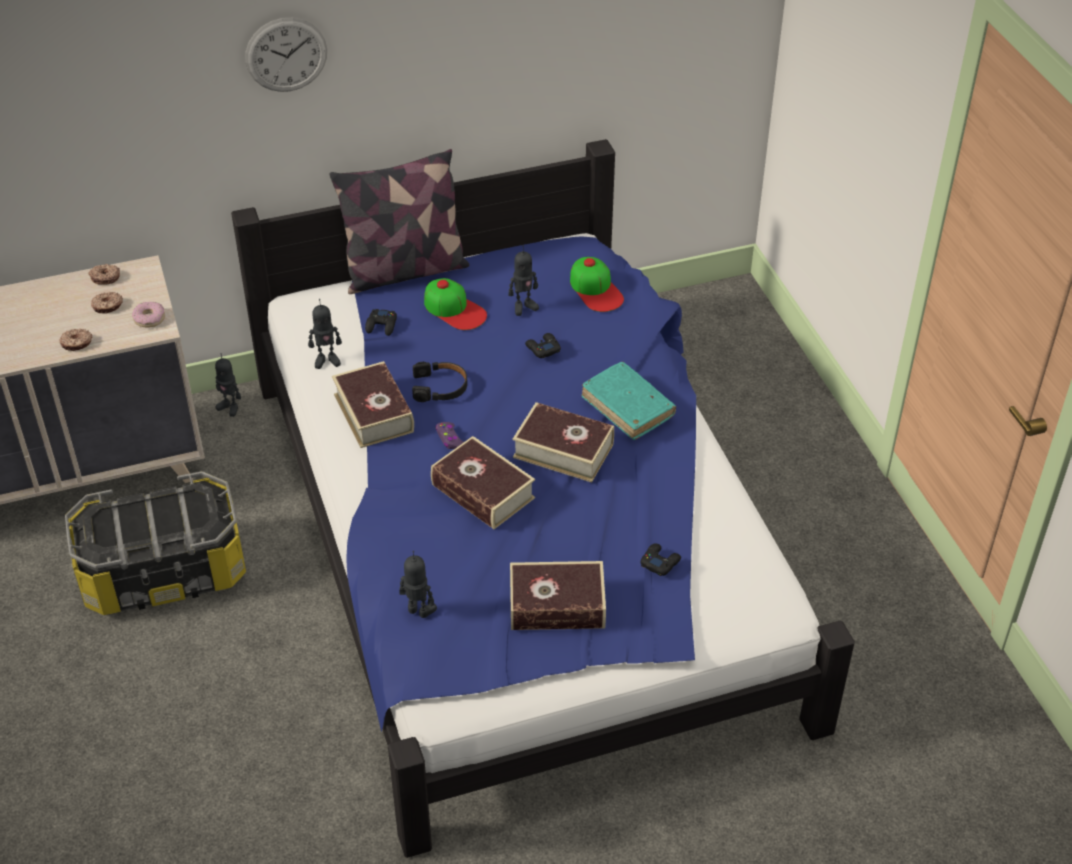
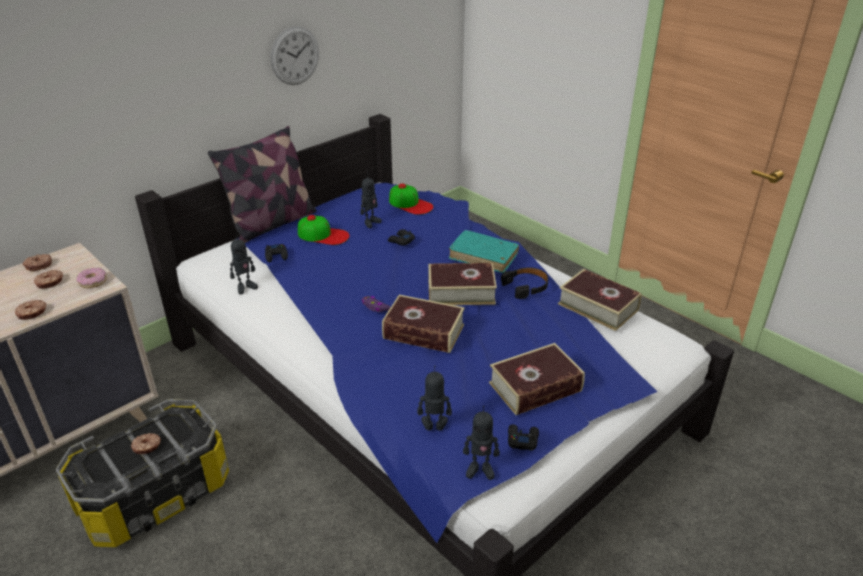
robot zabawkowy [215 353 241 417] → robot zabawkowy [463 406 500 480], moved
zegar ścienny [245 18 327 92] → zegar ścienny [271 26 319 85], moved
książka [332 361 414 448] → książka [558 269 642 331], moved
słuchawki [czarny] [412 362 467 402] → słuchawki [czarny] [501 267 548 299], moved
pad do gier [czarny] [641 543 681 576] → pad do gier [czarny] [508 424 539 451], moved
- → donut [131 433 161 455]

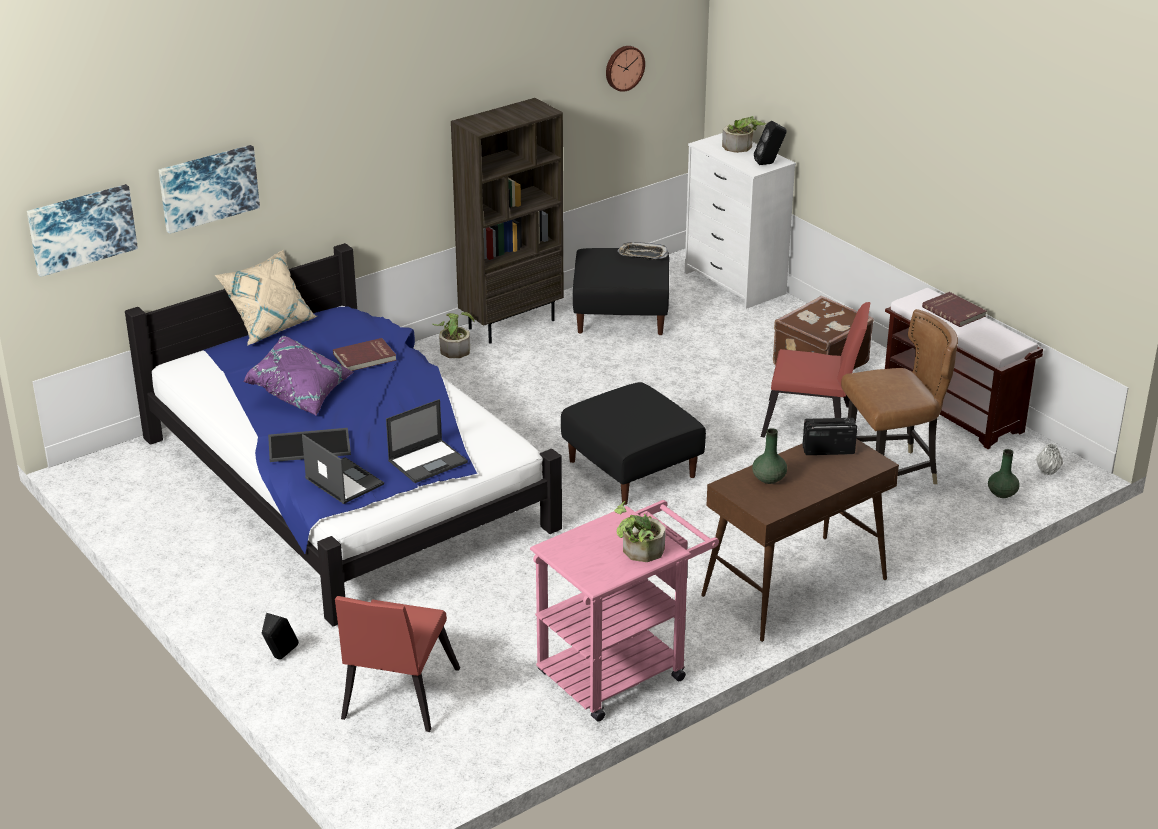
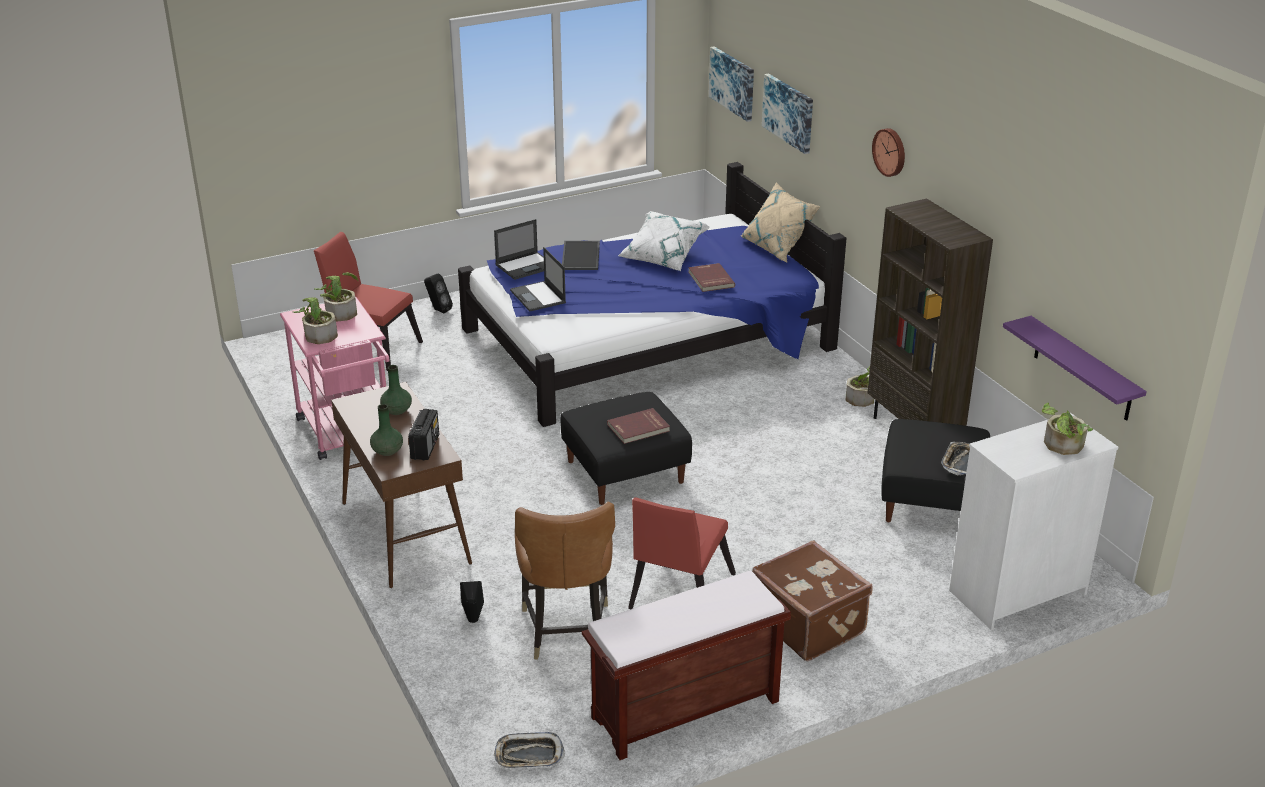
poduszka [fioletowy] [244 336 354 415] → poduszka [biały] [618 211 710 271]
zegar ścienny [606 46 645 92] → zegar ścienny [872 128 905 177], moved
głośnik [czarny] [754 121 786 165] → głośnik [czarny] [460 581 484 623], moved
książka [czerwony] [922 292 987 327] → książka [czerwony] [607 408 670 444], moved
wazon [zielony] [988 449 1020 498] → wazon [zielony] [370 404 403 456], moved
wazon [szary] [1036 444 1063 475] → taca [494 732 565 768]
- → roślina doniczkowa [314 272 358 321]
- → półka [fioletowy] [1003 316 1147 421]

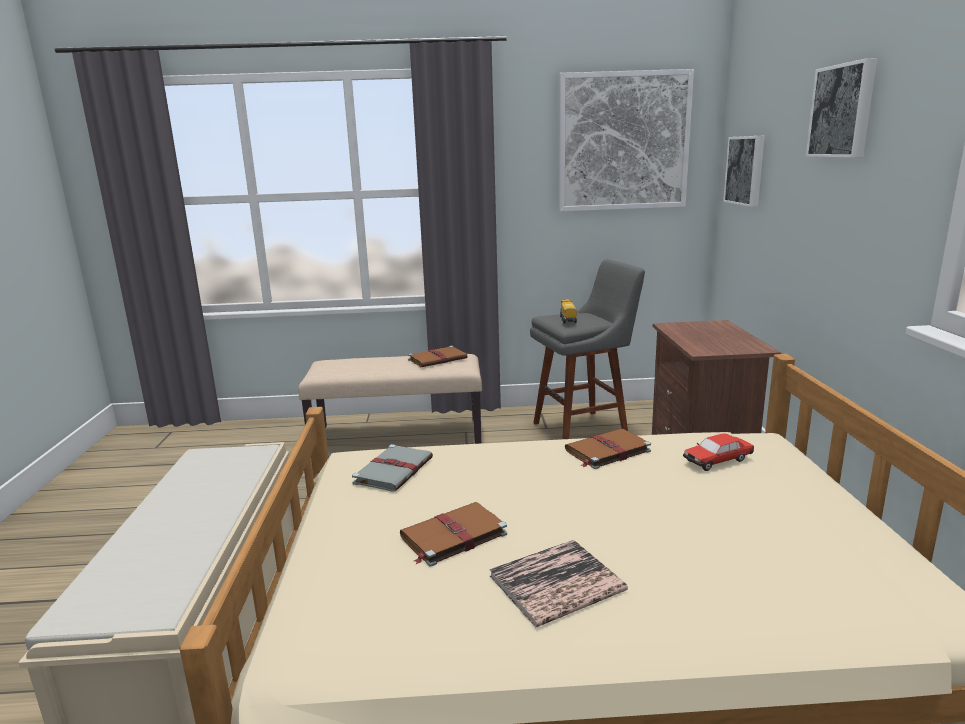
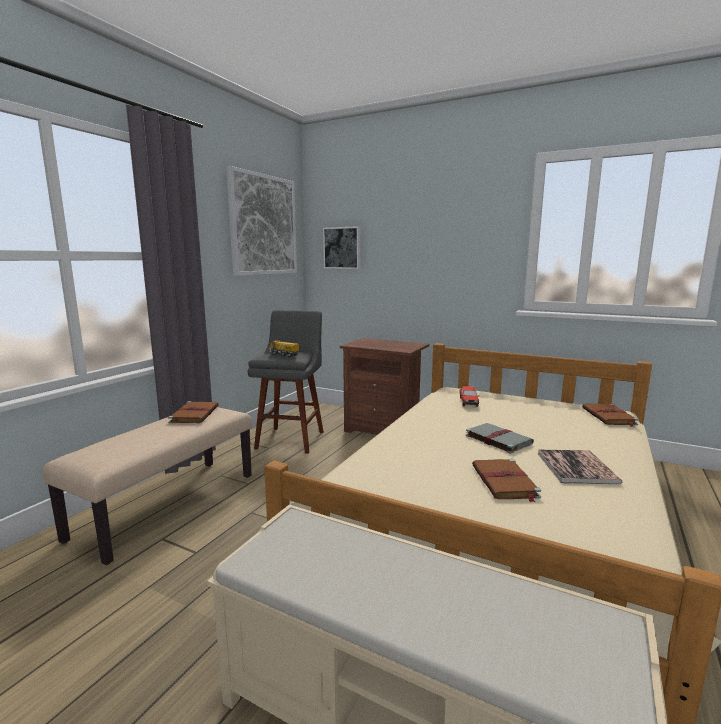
książka [szary] [352 444 433 492] → książka [szary] [466 423 534 454], moved
książka [brązowy] [565 429 651 469] → książka [brązowy] [582 404 639 427], moved
obraz [806 58 877 158] → -

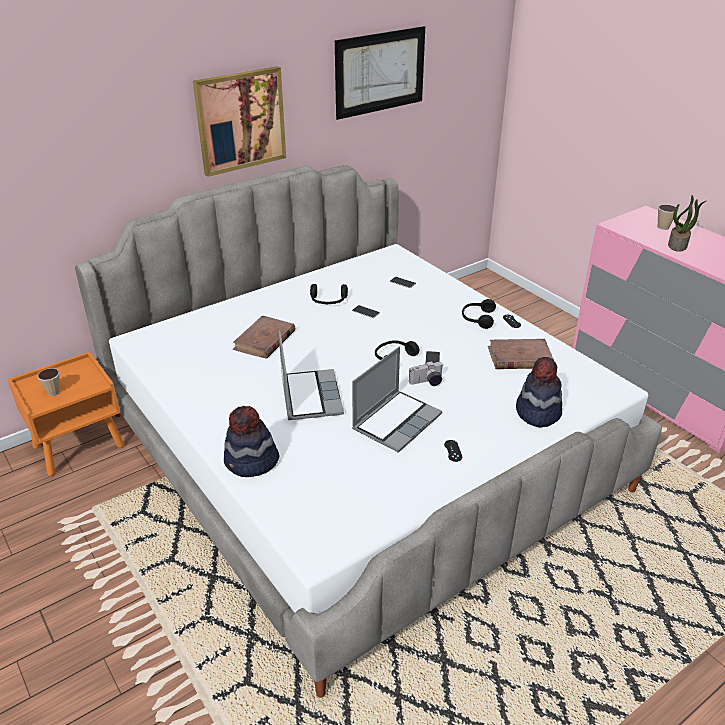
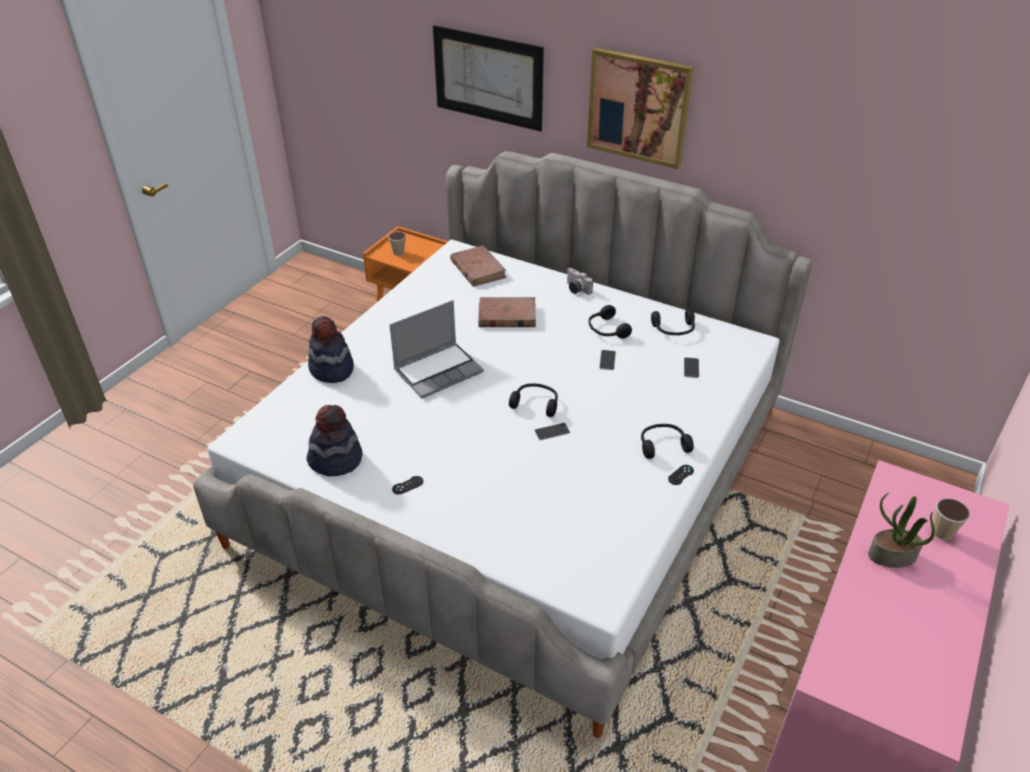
obraz [335 26 425 120] → obraz [433 25 544 131], moved
laptop [352 346 442 453] → -
aparat fotograficzny [409 361 443 386] → aparat fotograficzny [567 268 593 295], moved
książka [brązowy] [488 339 554 369] → książka [brązowy] [450 245 506 287], moved
kapelusz [516 357 562 427] → kapelusz [306 405 363 476], moved
- → słuchawki [czarny] [651 309 695 335]

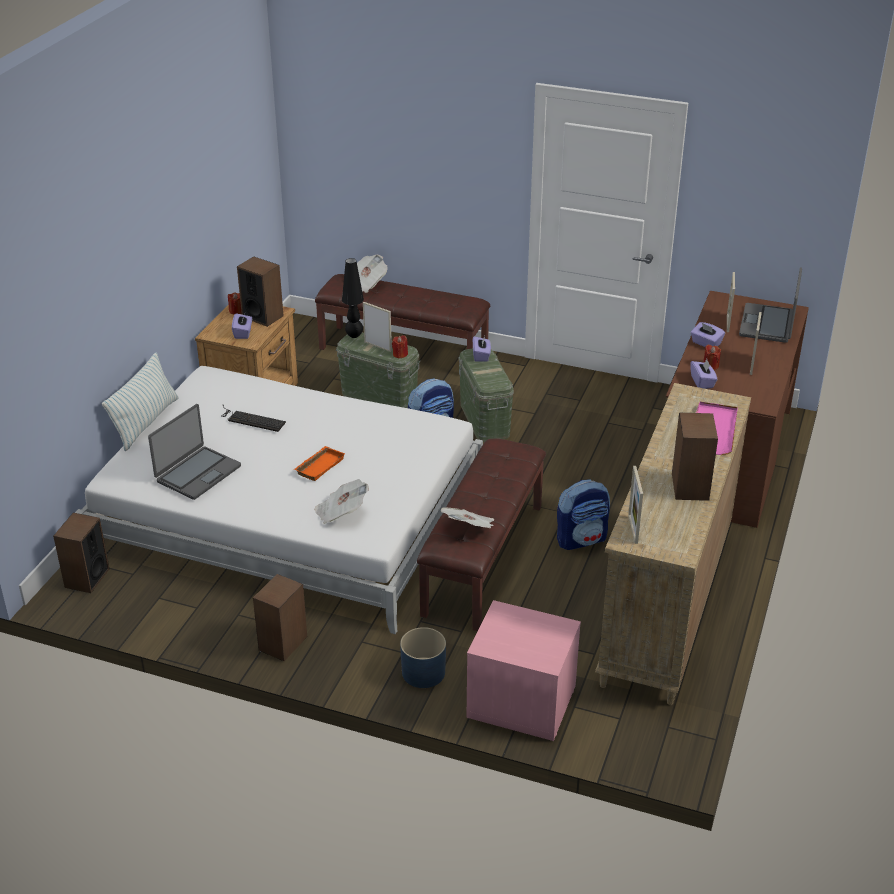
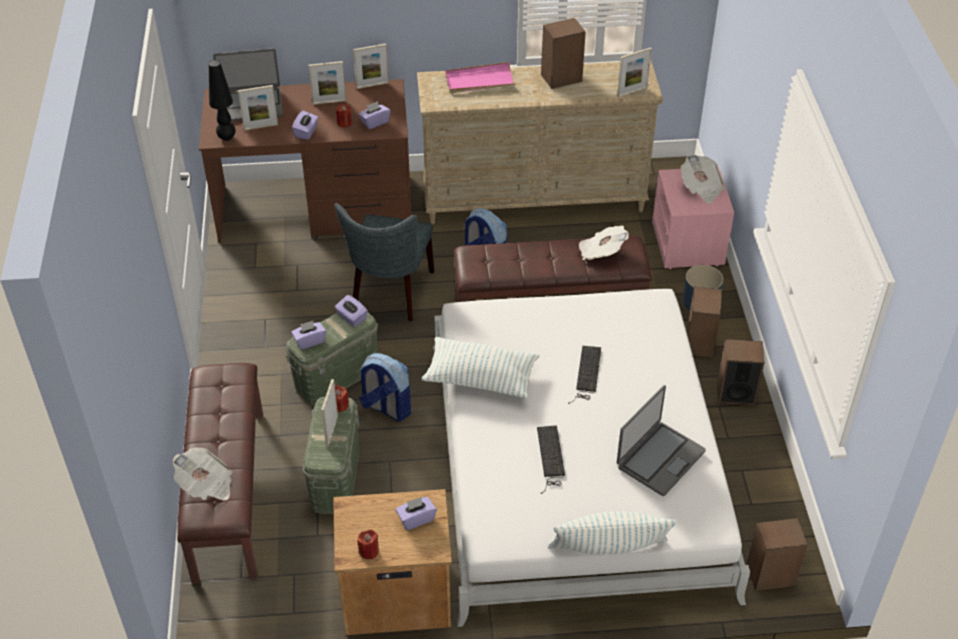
laptop [148 404 241 500] → laptop [617 385 706 496], 120 degrees clockwise
głośnik [237 256 284 327] → głośnik [687 287 722 358], moved
taca [pomarańczowy] [294 446 345 481] → klawiatura [568 346 601 404]
gazeta [314 479 369 524] → gazeta [680 154 725 203], moved
lampa stołowa [czarny] [342 258 364 338] → lampa stołowa [czarny] [209 60 236 141], moved
- → krzesło [szary] [335 203 434 322]
- → pudełko chusteczek [fioletowy] [335 295 368 327]
- → ramka na zdjęcie [353 44 389 89]
- → poduszka [422 337 539 398]

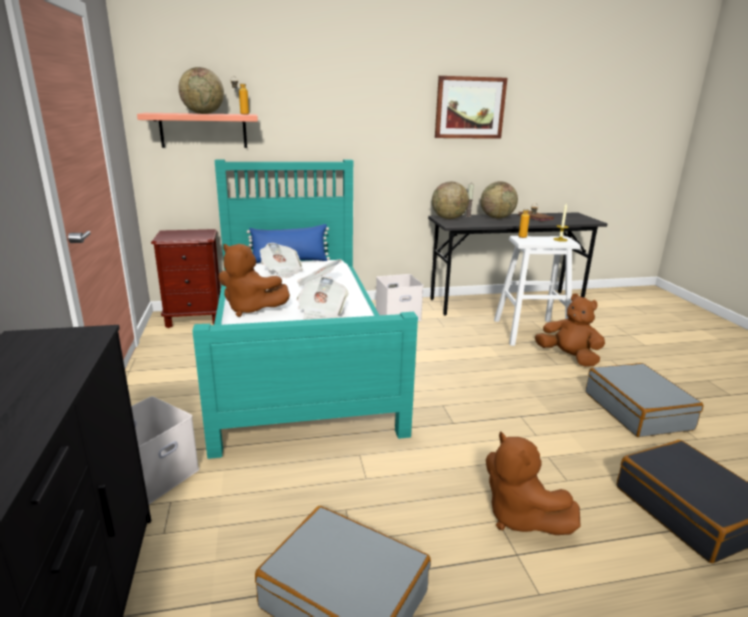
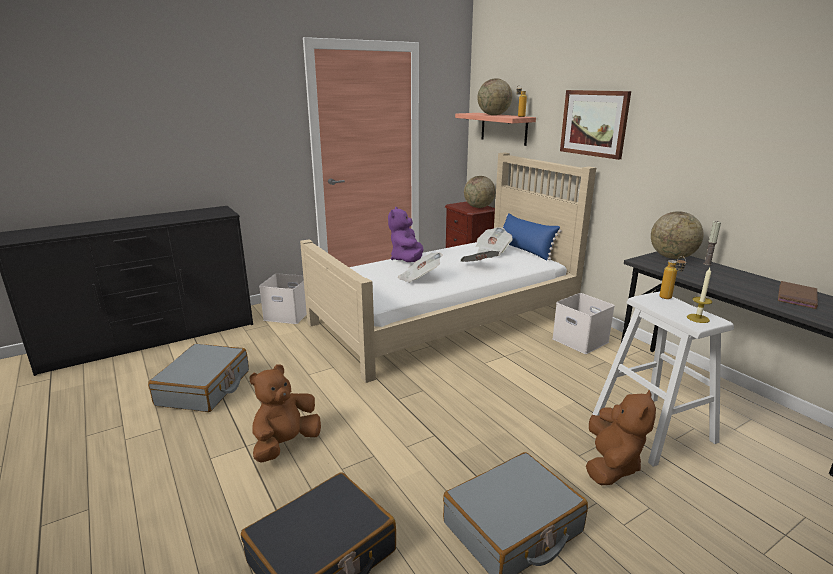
łóżko [turkusowy] [193 159 418 459] → łóżko [beżowy] [300 152 596 383]
pluszak [brązowy] [219 244 290 317] → pluszak [fioletowy] [388 207 424 262]
obraz [435 76 507 139] → obraz [560 90 631 160], moved
globus [481 181 518 219] → globus [464 176 496 208], moved

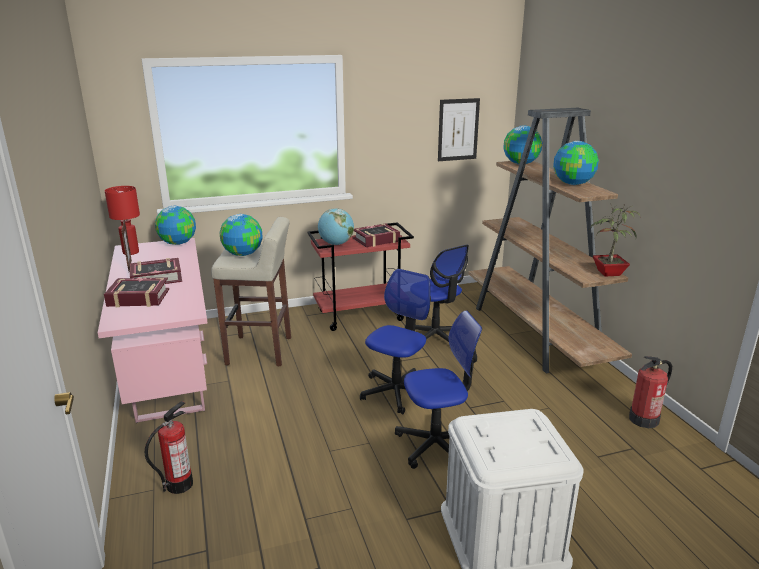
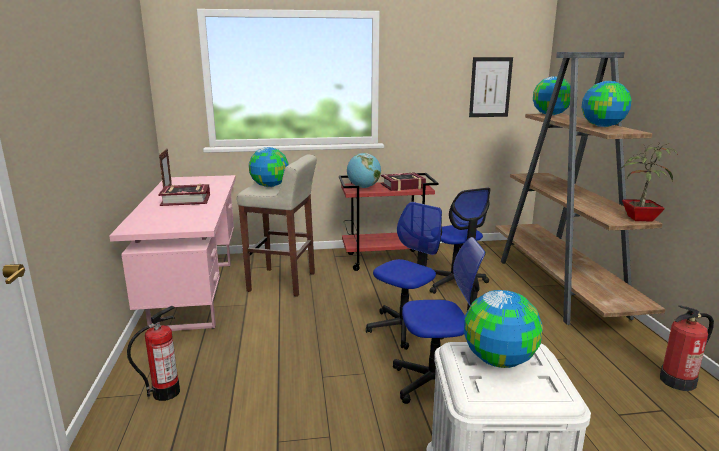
książka [104 277 169 307] → -
lampa stołowa [czerwony] [105 186 140 255] → -
globus [155 206 196 245] → globus [464 290 543 368], moved

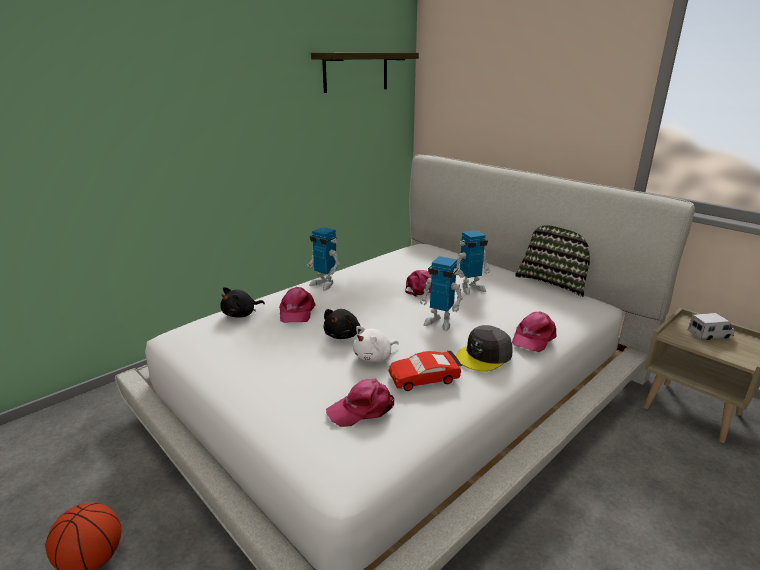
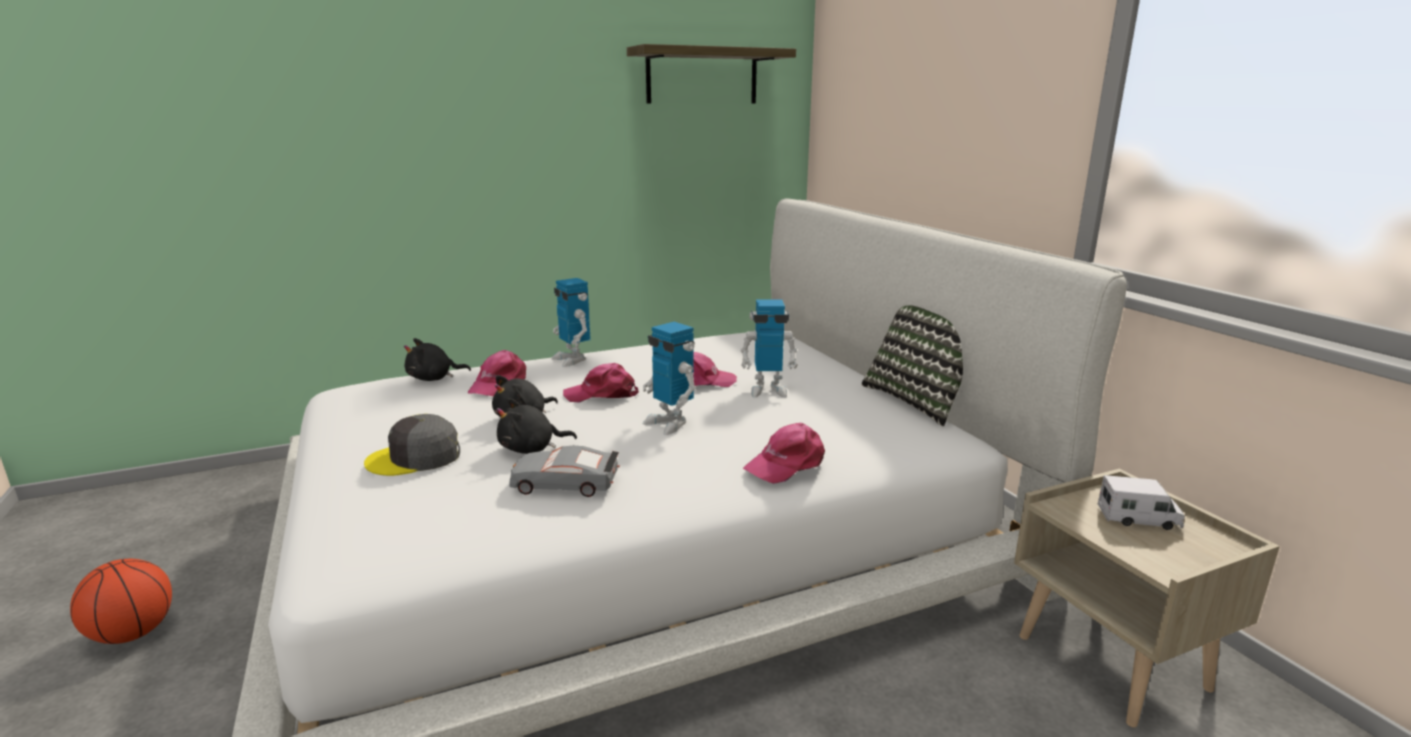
czapka z daszkiem [różowy] [326 378 394 427] → czapka z daszkiem [różowy] [563 363 639 403], moved
pluszak [biały] [353 326 399 362] → pluszak [czarny] [496 398 577 454]
samochodzik [czerwony] [388 351 462 391] → samochodzik [szary] [509 446 620 497]
czapka z daszkiem [szary] [456 325 513 371] → czapka z daszkiem [szary] [364 414 460 476], moved

